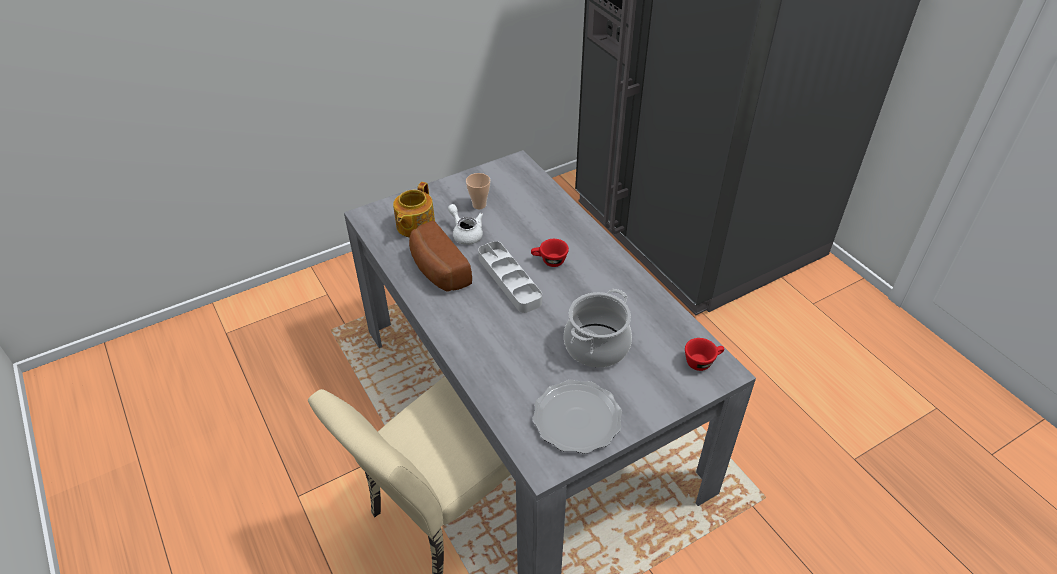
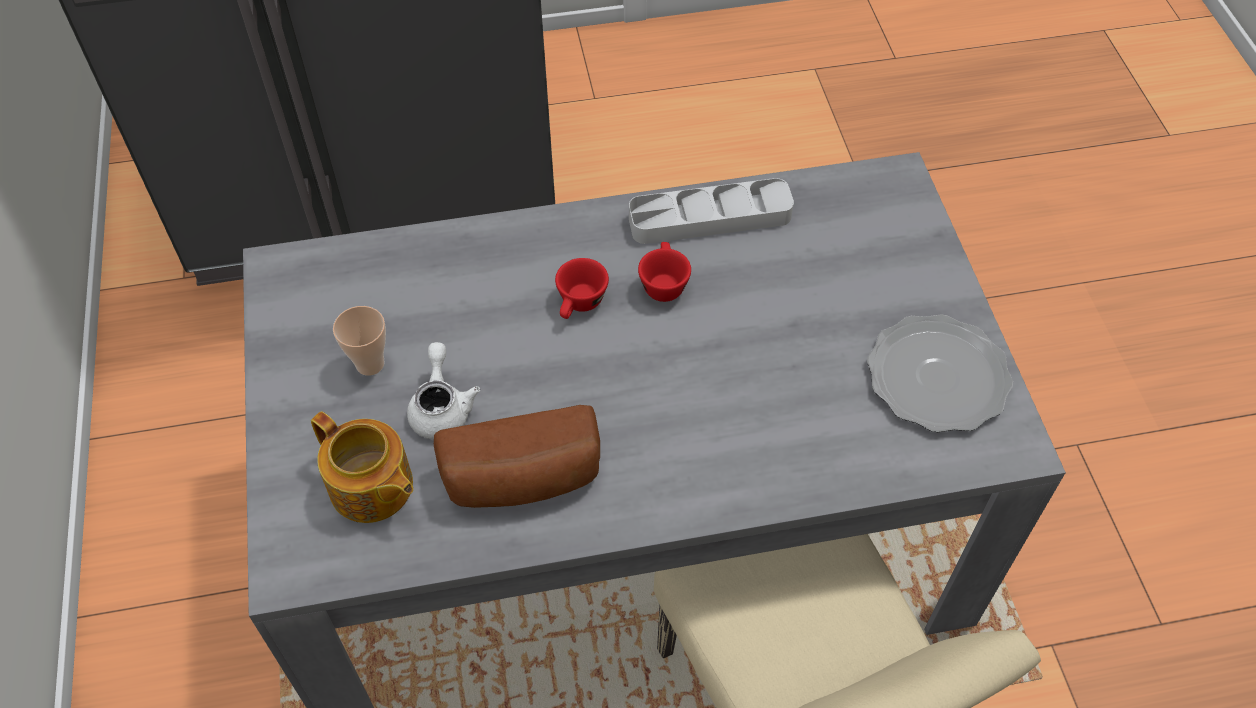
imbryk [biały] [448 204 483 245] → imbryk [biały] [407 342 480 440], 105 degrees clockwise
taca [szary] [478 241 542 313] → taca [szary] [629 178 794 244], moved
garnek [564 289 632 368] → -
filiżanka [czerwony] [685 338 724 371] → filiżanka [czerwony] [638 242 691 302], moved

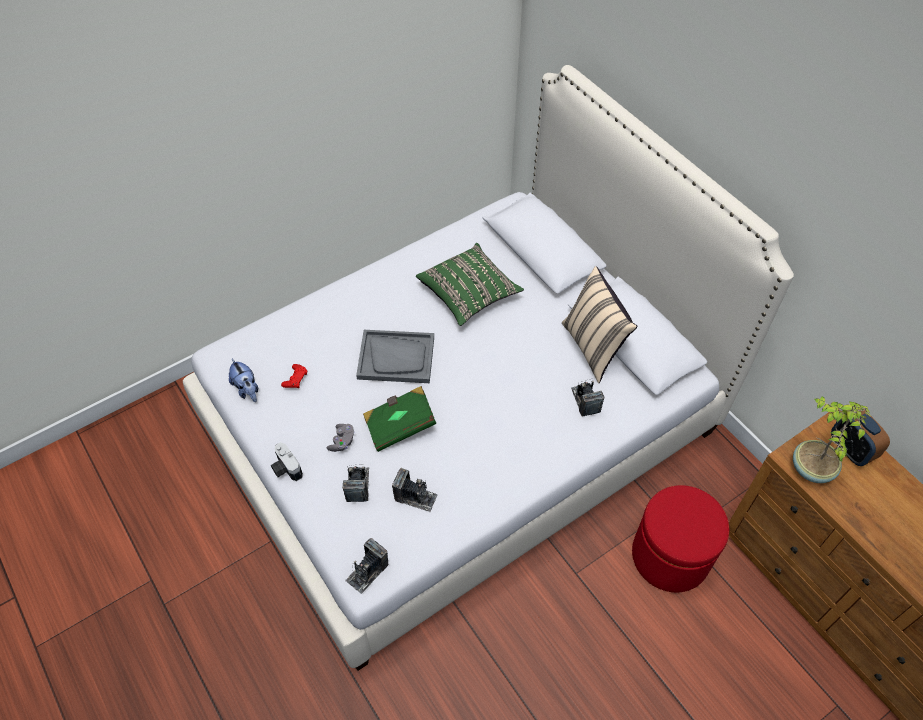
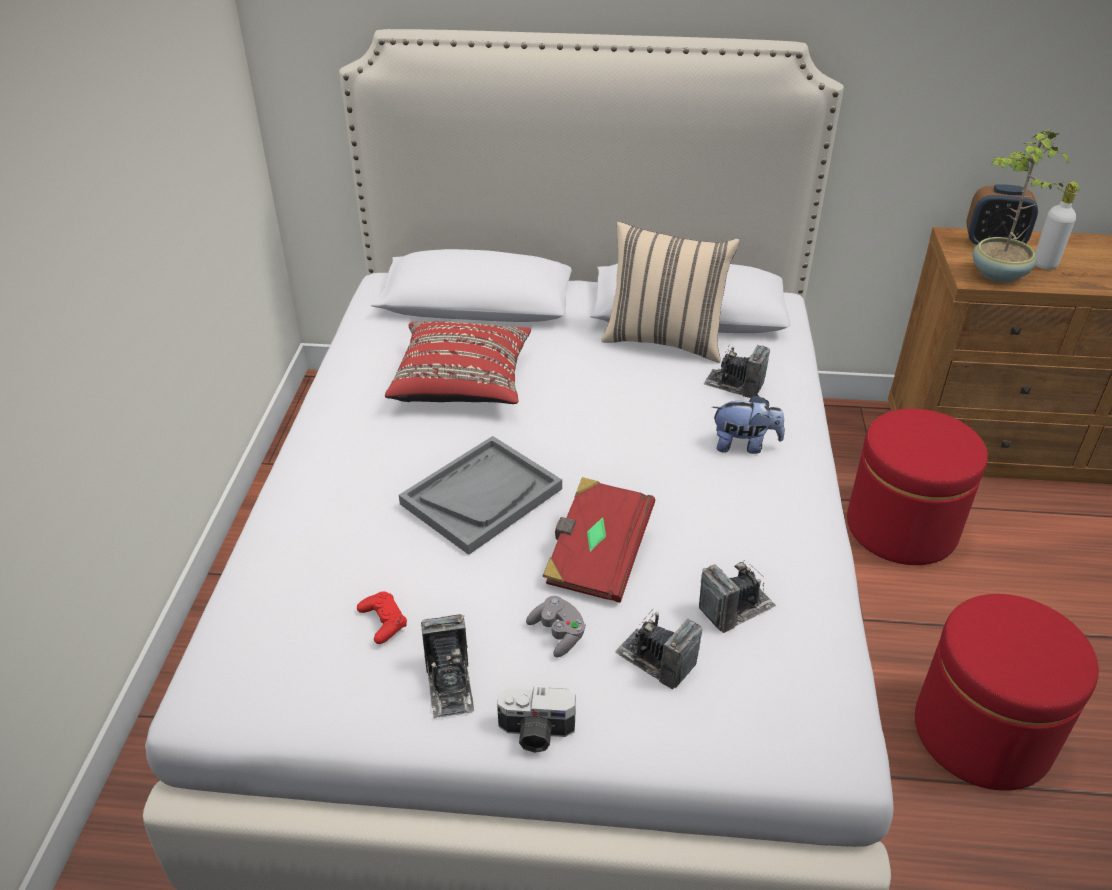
pluszak [229 359 258 402] → pluszak [712 395 785 454], moved
aparat fotograficzny [345 538 388 594] → aparat fotograficzny [421 614 474 719], moved
książka [zielony] [363 386 436 452] → książka [czerwony] [542 477 655 603]
poduszka [zielony] [416 243 524 326] → poduszka [czerwony] [385 321 531 404]
- → pufa [czerwony] [915 594 1099 791]
- → butelka [biały] [1035 182 1077 270]

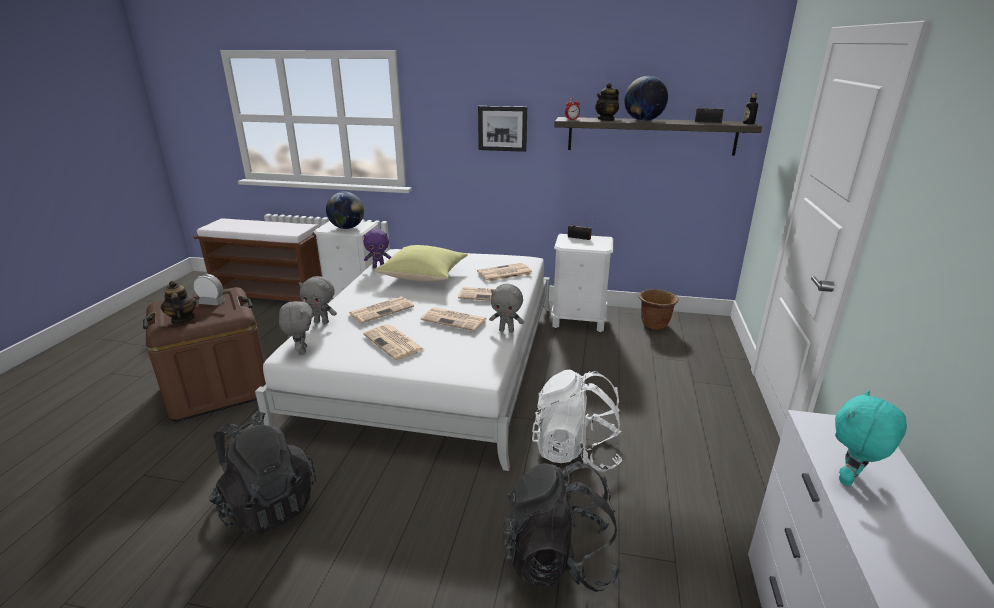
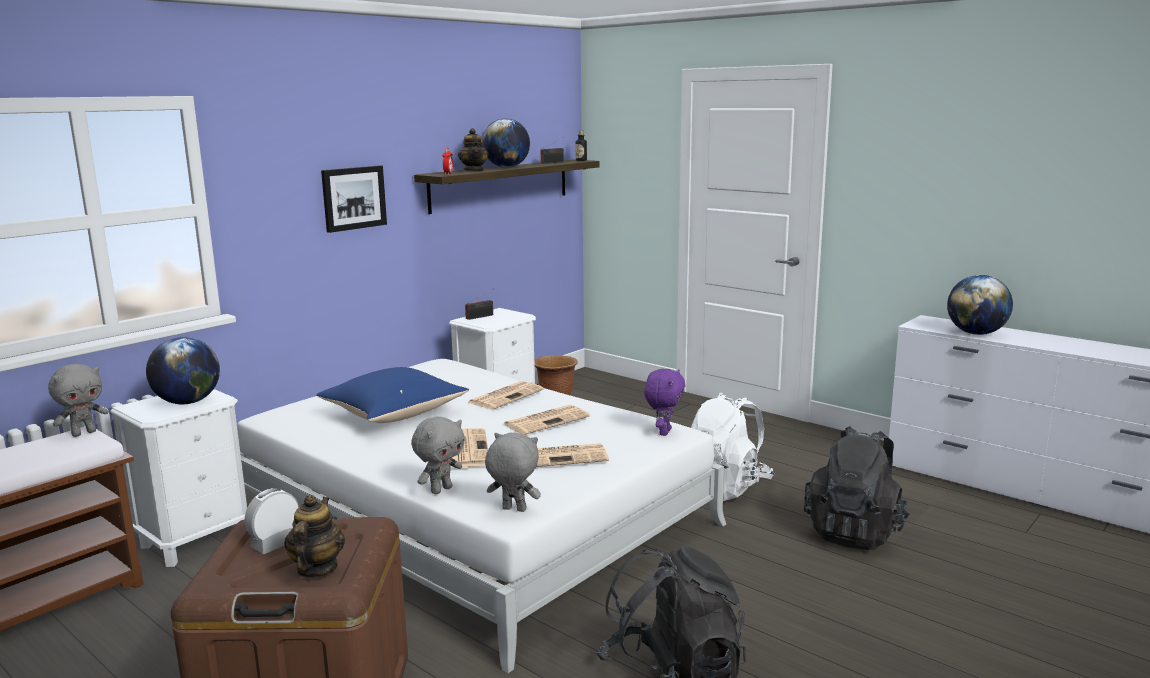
imbryk [160 280 197 324] → imbryk [284 495 345 578], 90 degrees clockwise
pluszak [fioletowy] [363 229 391 268] → pluszak [fioletowy] [644 369 686 436], moved
poduszka [żółty] [375 245 468 282] → poduszka [niebieski] [316 367 469 423]
gazeta [477 263 533 282] → -
pluszak [szary] [489 284 524 333] → pluszak [szary] [48 364 109 437], moved
pluszak [turkusowy] [835 390 907 487] → globus [947 275 1013 335]

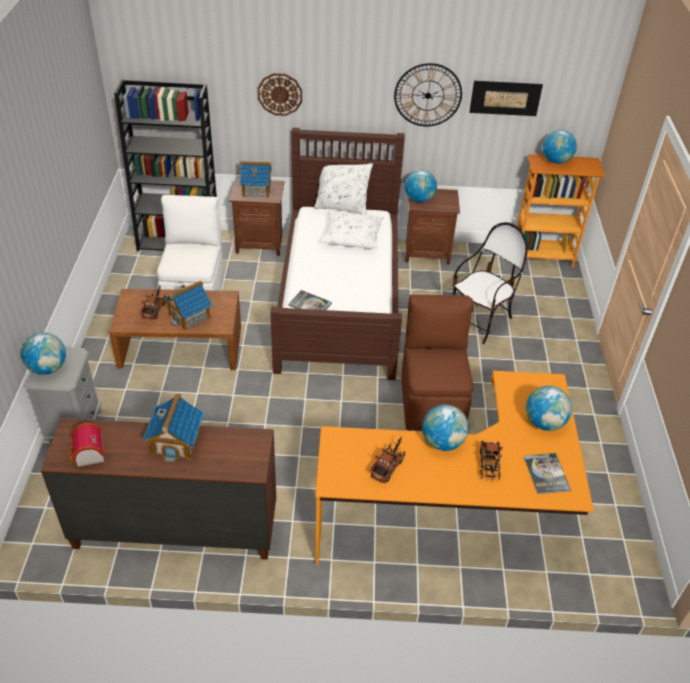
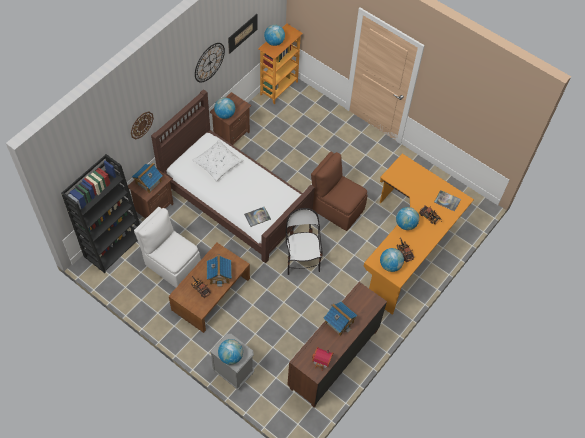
poduszka [biały] [314 156 373 215] → -
krzesło [452 222 528 344] → krzesło [286 208 323 275], moved
globus [526 386 572 431] → globus [380 248 404 272], moved

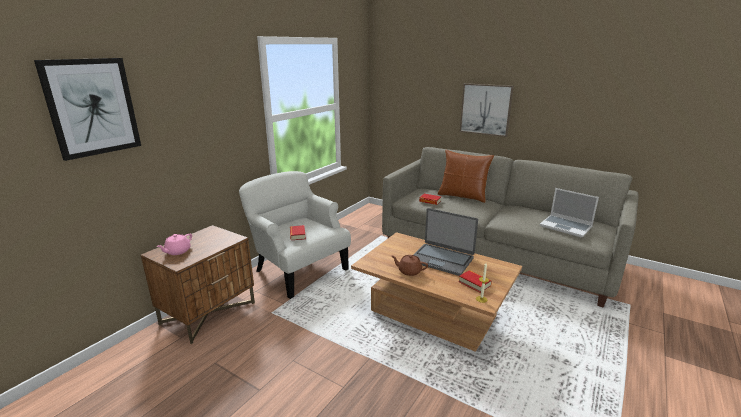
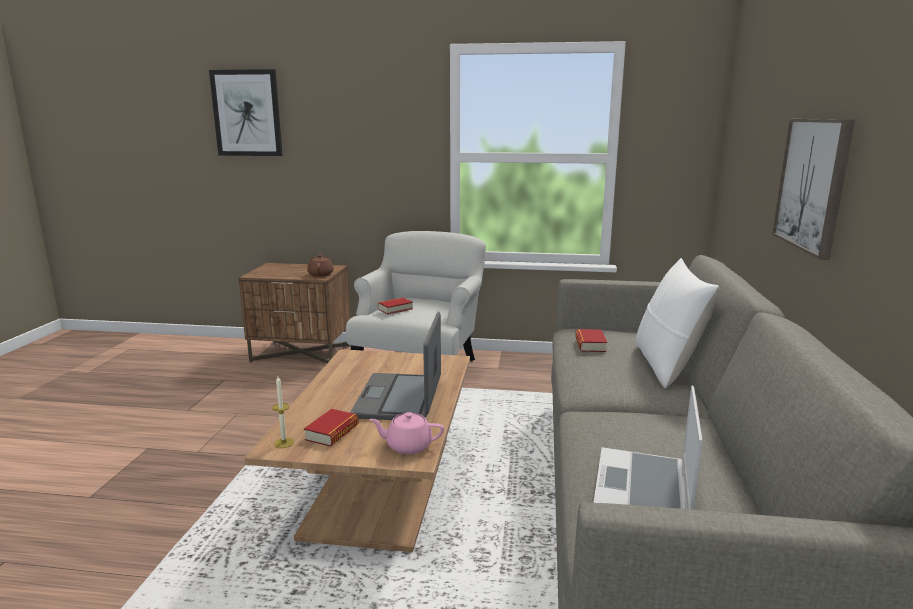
imbryk [różowy] [157 234 192 255] → imbryk [różowy] [369 412 444 454], moved
imbryk [brązowy] [392 255 428 276] → imbryk [brązowy] [307 254 334 277], moved
poduszka [brązowy] [438 150 494 203] → poduszka [biały] [635 258 720 388]

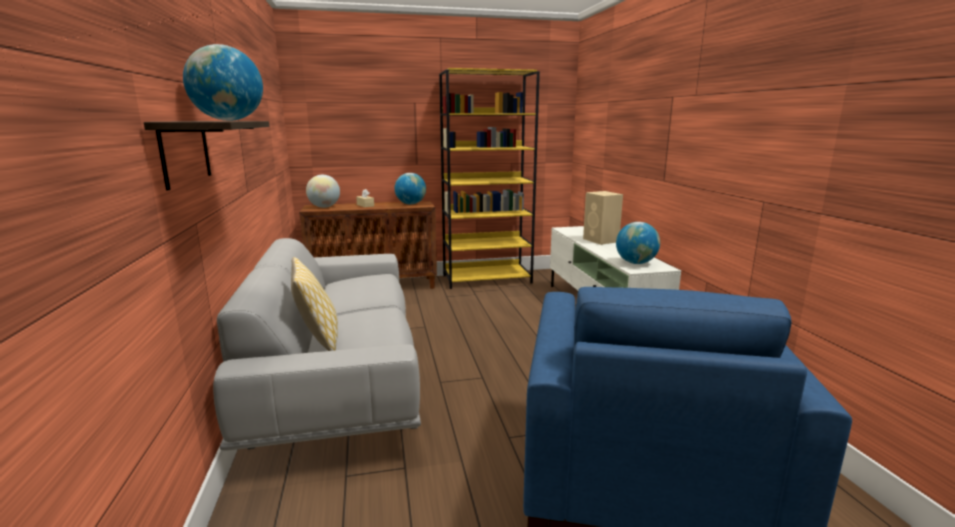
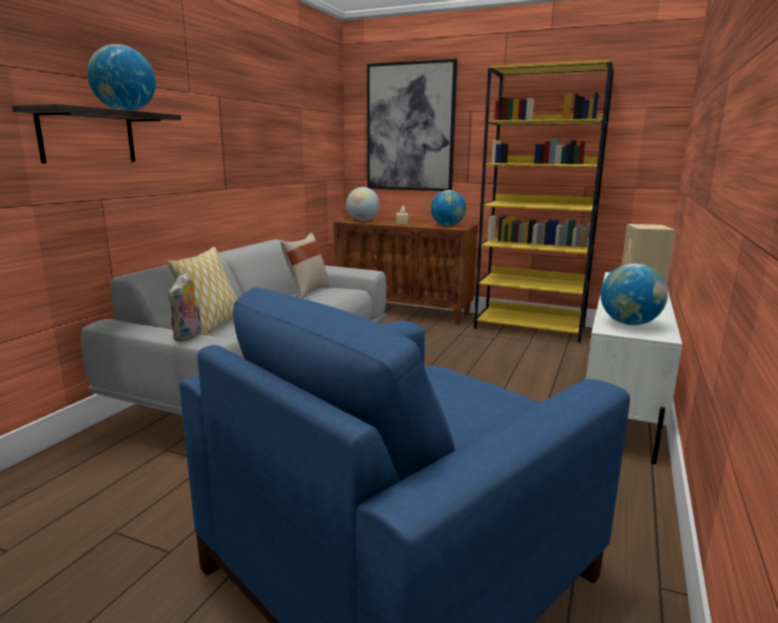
- → pluszak [168 273 202 341]
- → poduszka [beżowy] [280 233 329 298]
- → obraz [367 59 457 191]

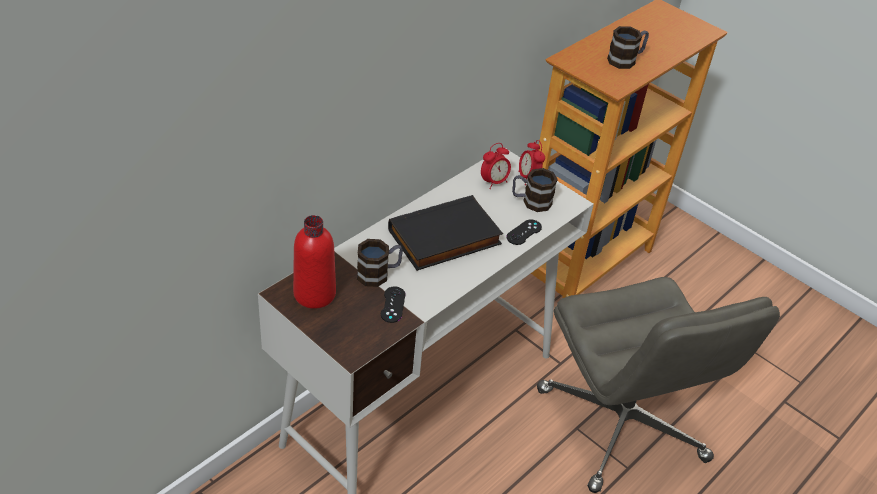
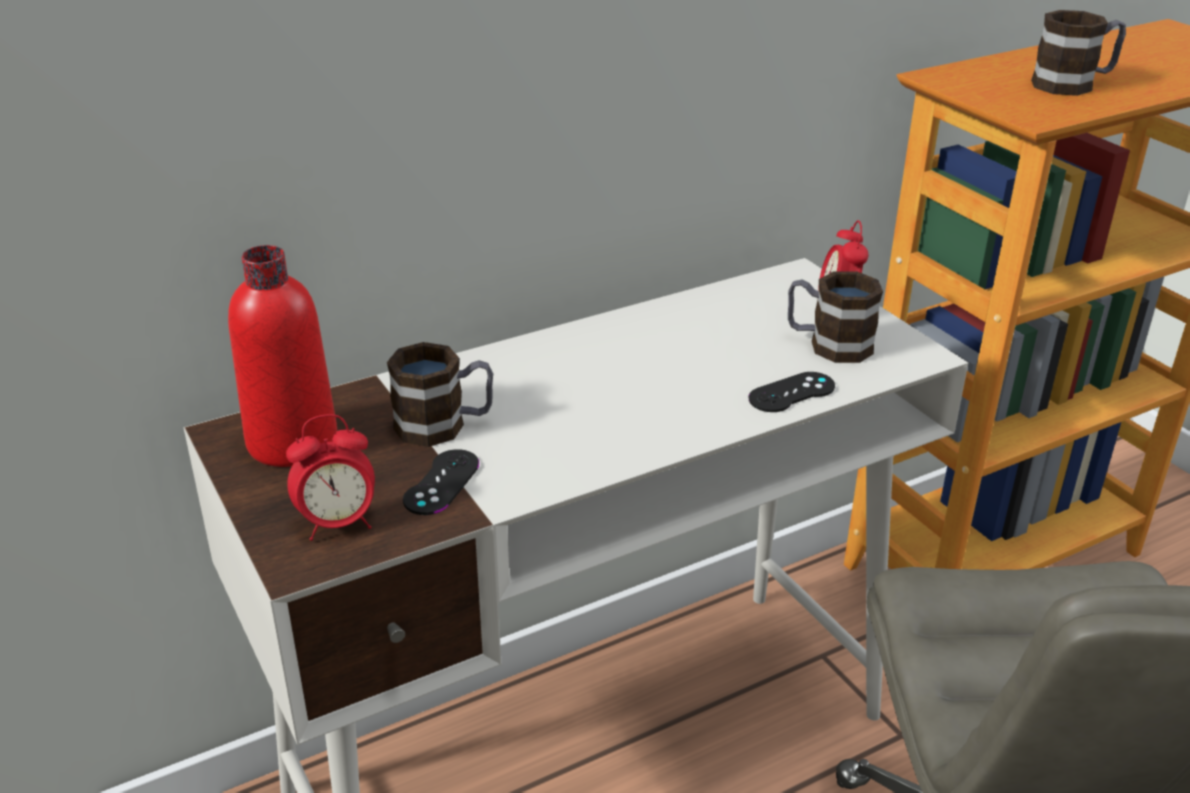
książka [czarny] [388 195 503 271] → -
budzik [481 143 511 189] → budzik [286 414 375 541], moved

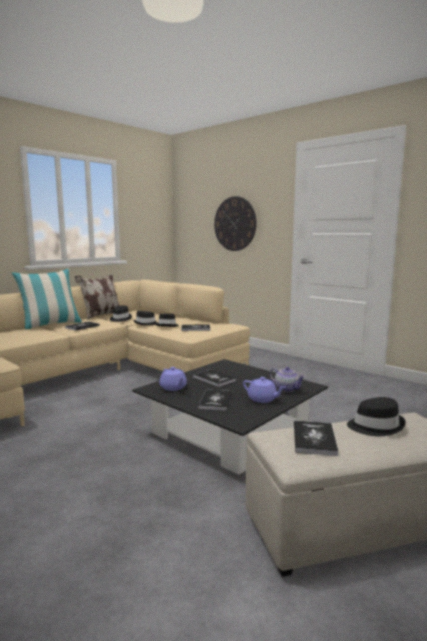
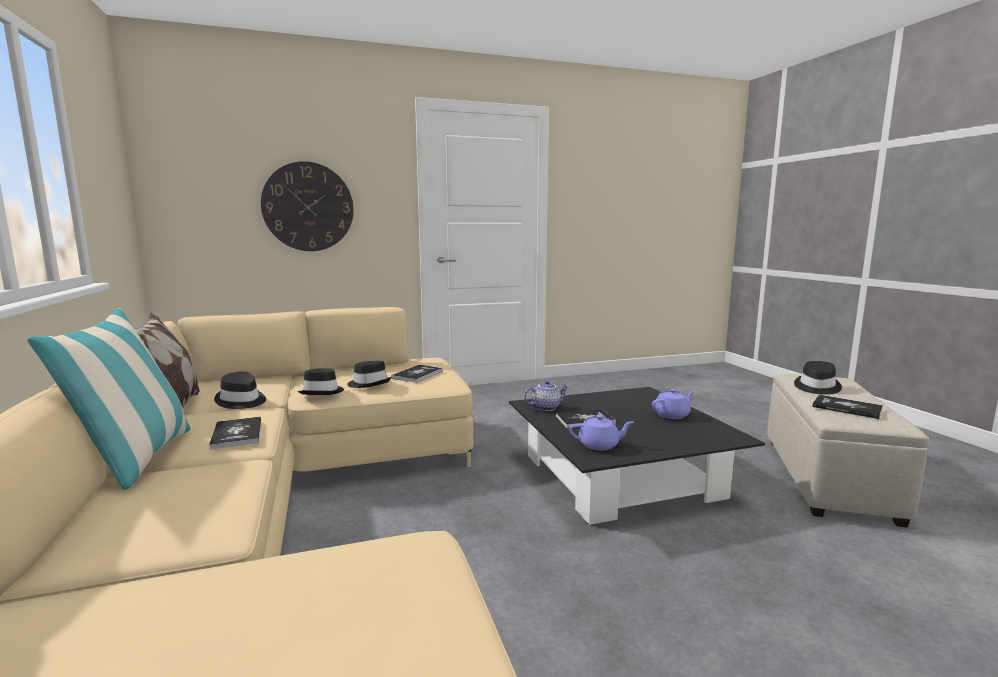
książka [198 389 232 411] → -
imbryk [270 367 305 392] → imbryk [524 380 568 411], moved

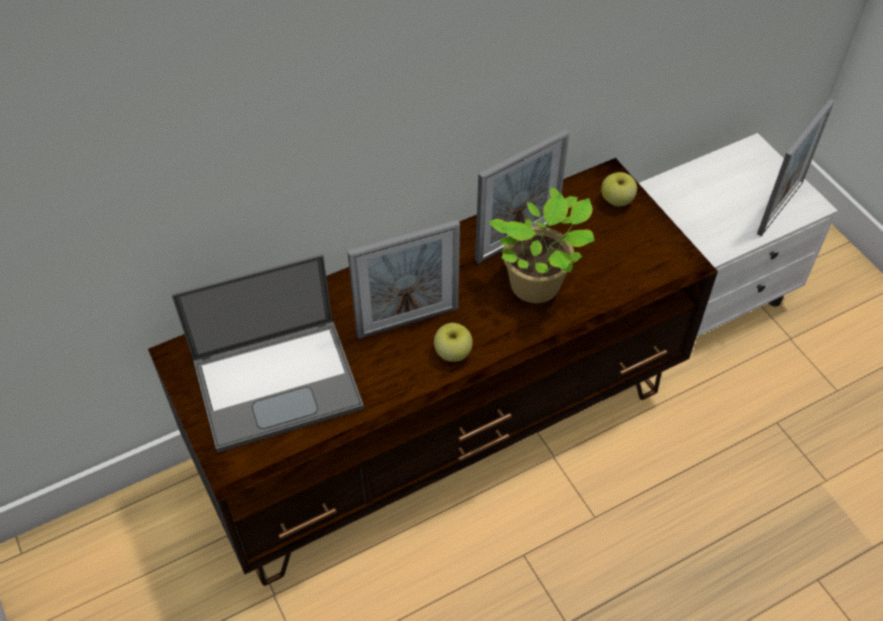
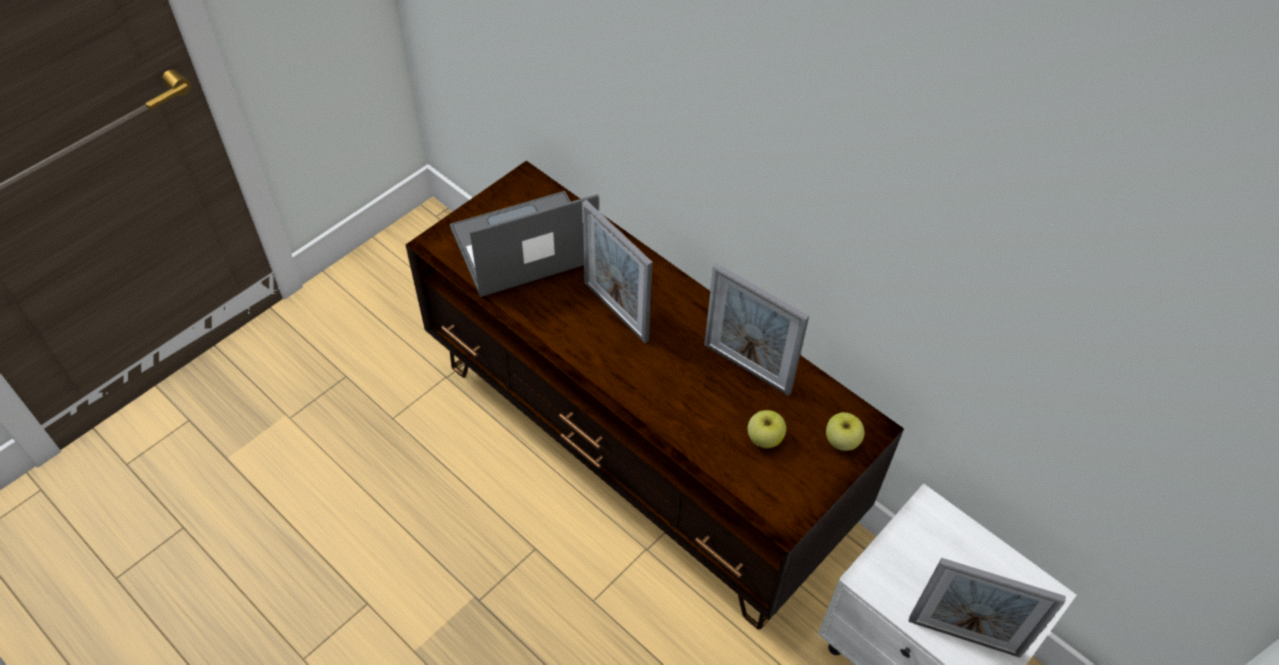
laptop [171 254 364 453] → laptop [450 191 599 297], 105 degrees clockwise
jabłko [434 323 473 362] → jabłko [748 410 786 448], moved
roślina doniczkowa [488 187 594 303] → -

